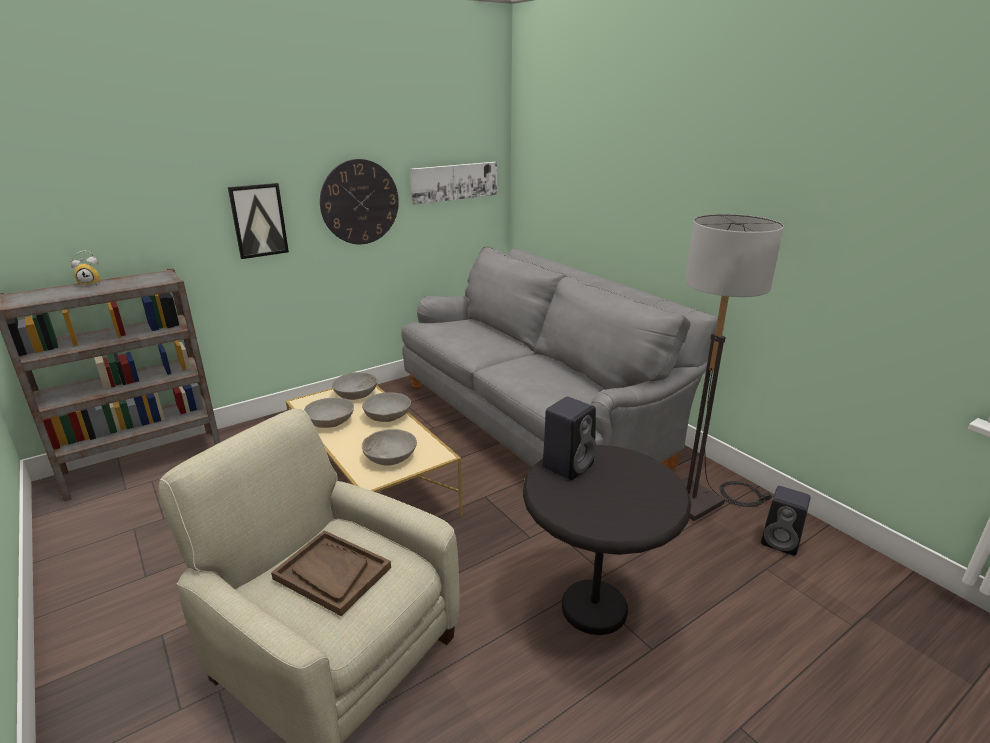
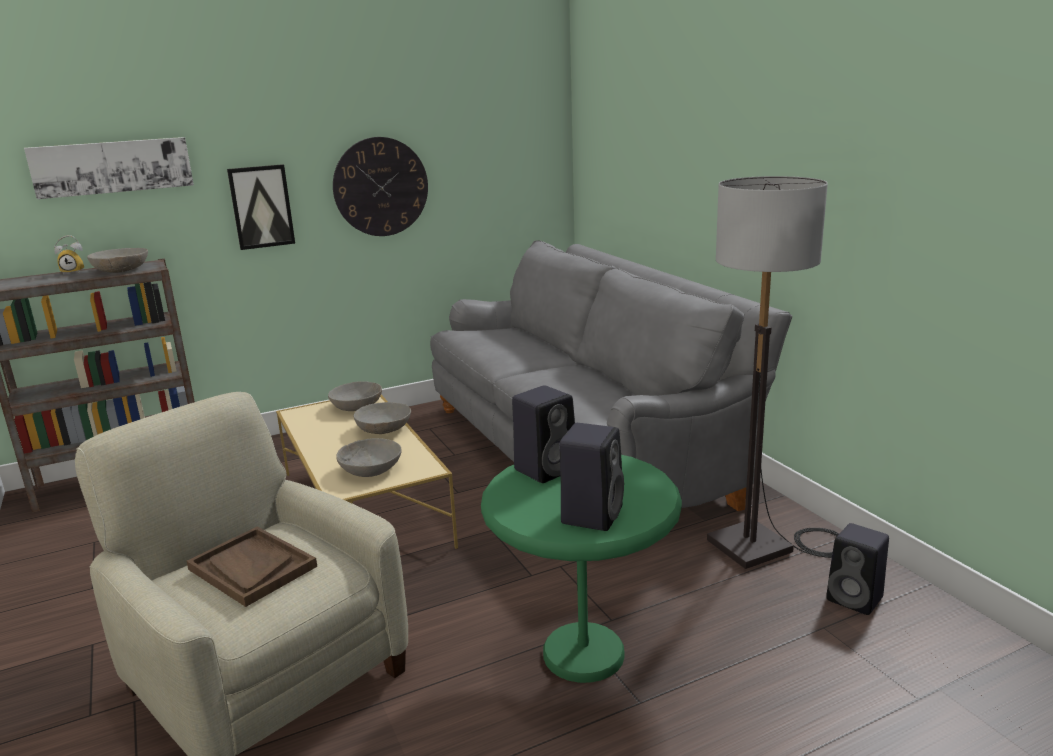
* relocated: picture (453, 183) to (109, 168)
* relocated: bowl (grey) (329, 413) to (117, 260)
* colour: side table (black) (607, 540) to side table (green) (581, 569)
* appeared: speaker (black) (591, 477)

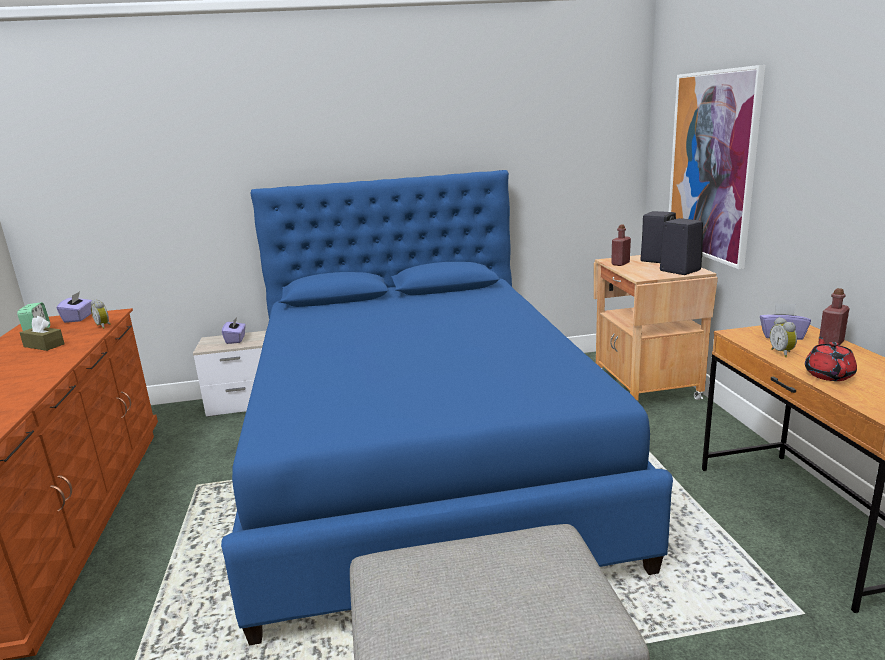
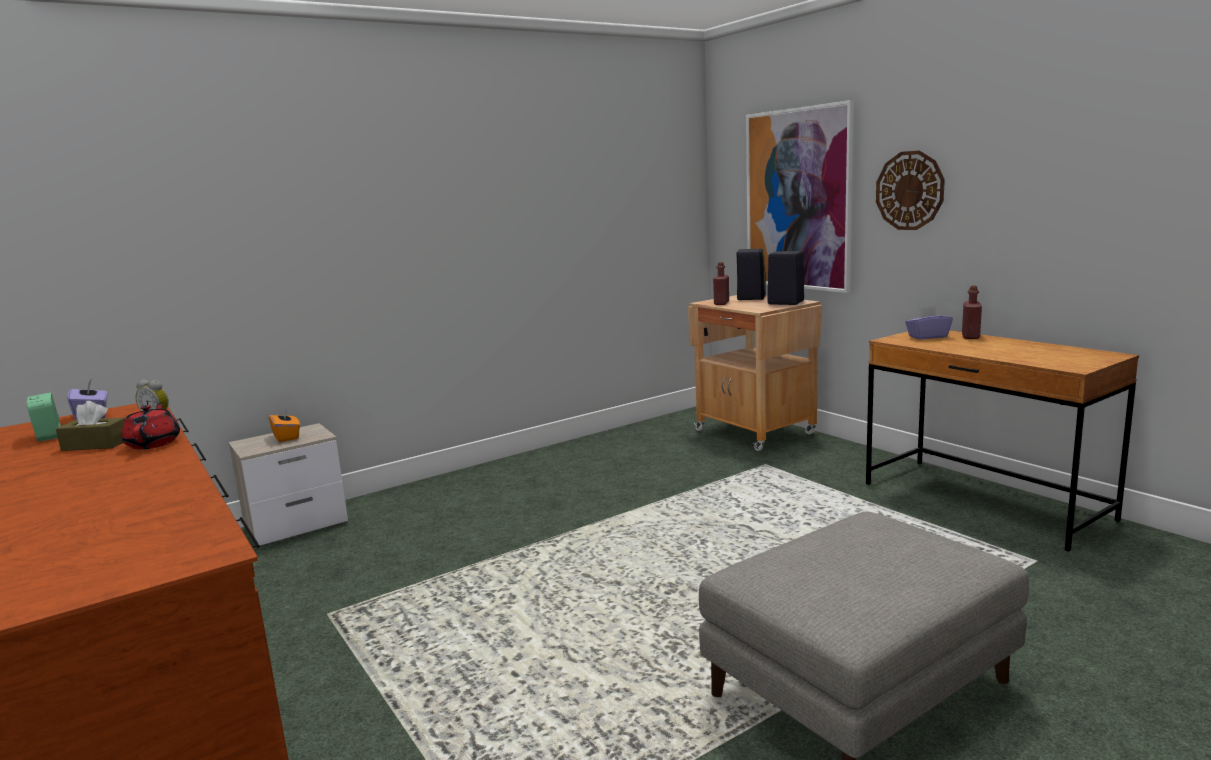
* relocated: teapot (red) (831, 359) to (150, 426)
* colour: tissue box (purple) (234, 330) to tissue box (orange) (284, 425)
* appeared: wall clock (910, 190)
* missing: bed (blue) (447, 407)
* missing: alarm clock (783, 337)

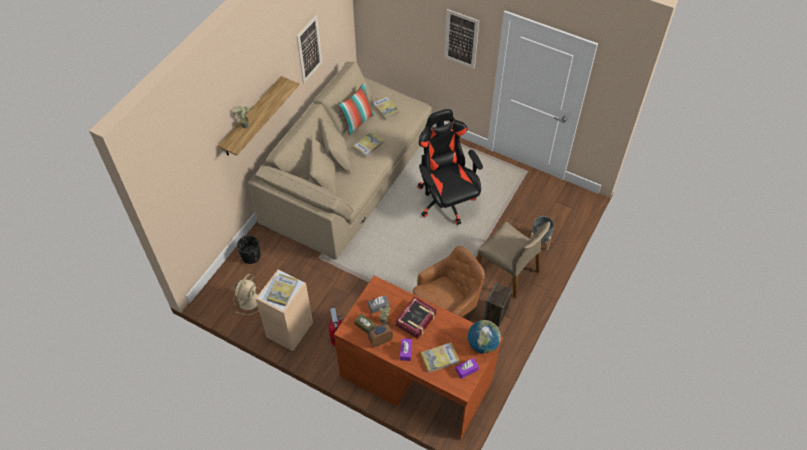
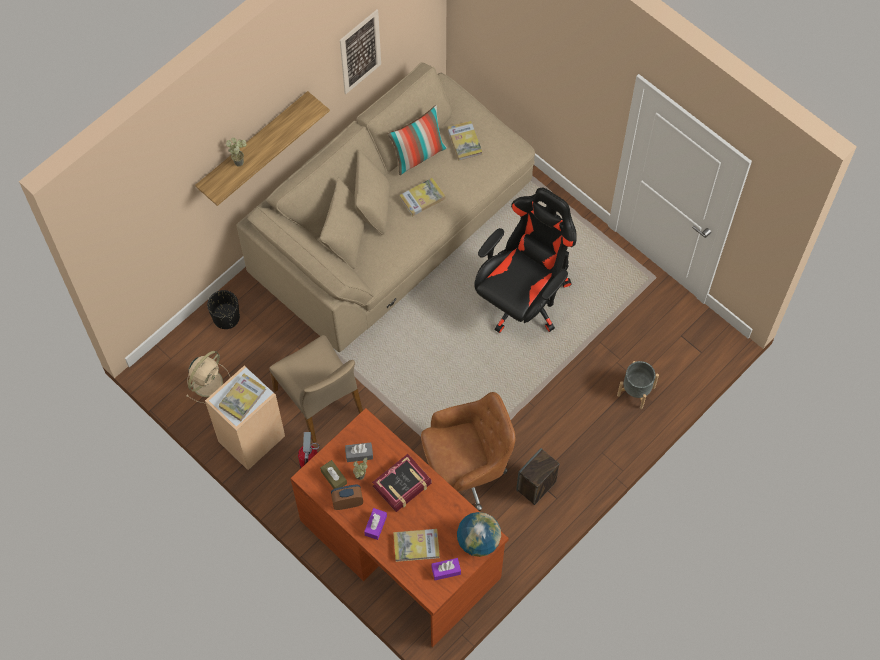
* relocated: chair (beige) (513, 259) to (316, 389)
* spun: office chair (black) (450, 167) = (525, 260) 45 degrees clockwise
* missing: picture (461, 39)

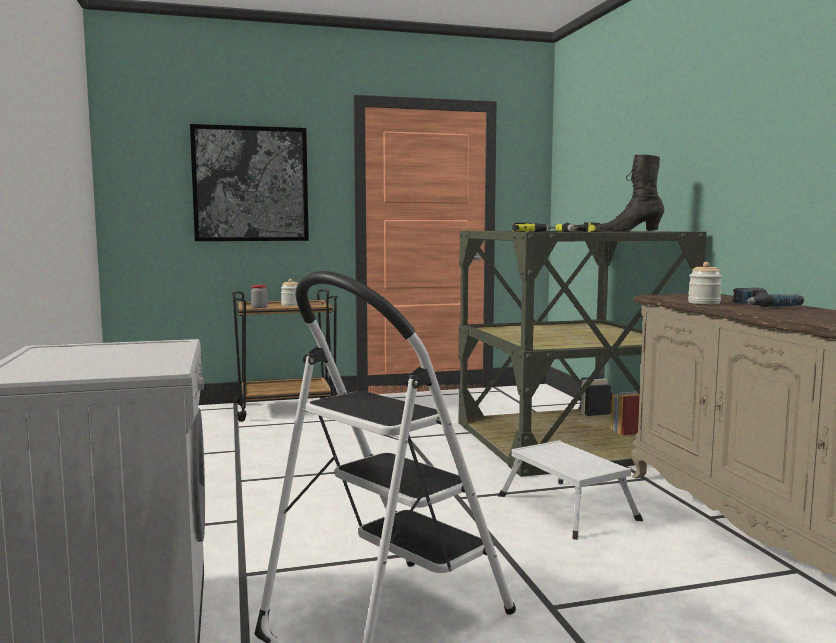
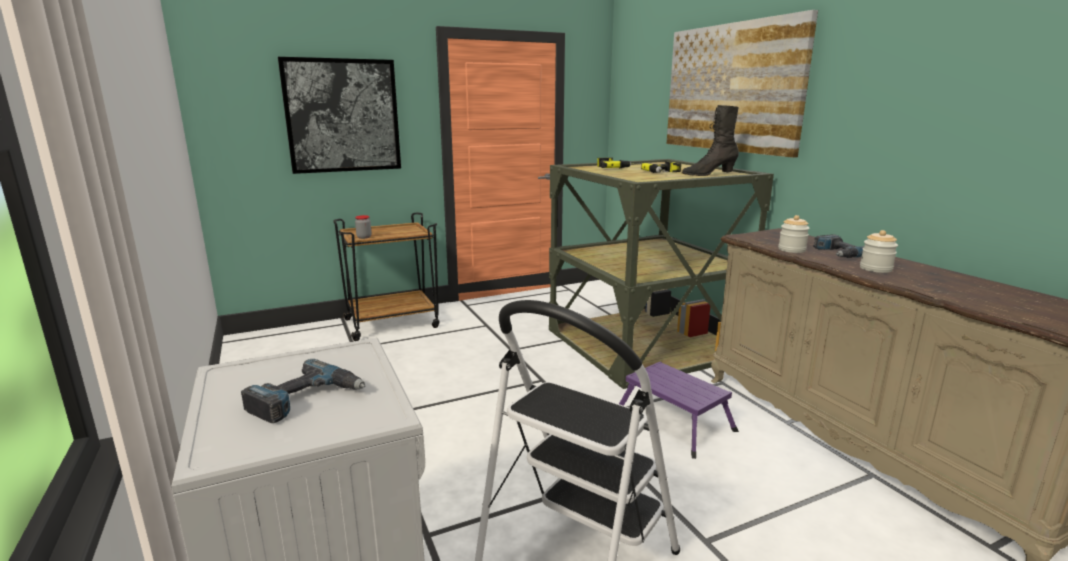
* appeared: power drill (303, 391)
* colour: step ladder (white) (570, 490) to step ladder (purple) (679, 410)
* appeared: picture (742, 84)
* relocated: jar (289, 292) to (879, 251)

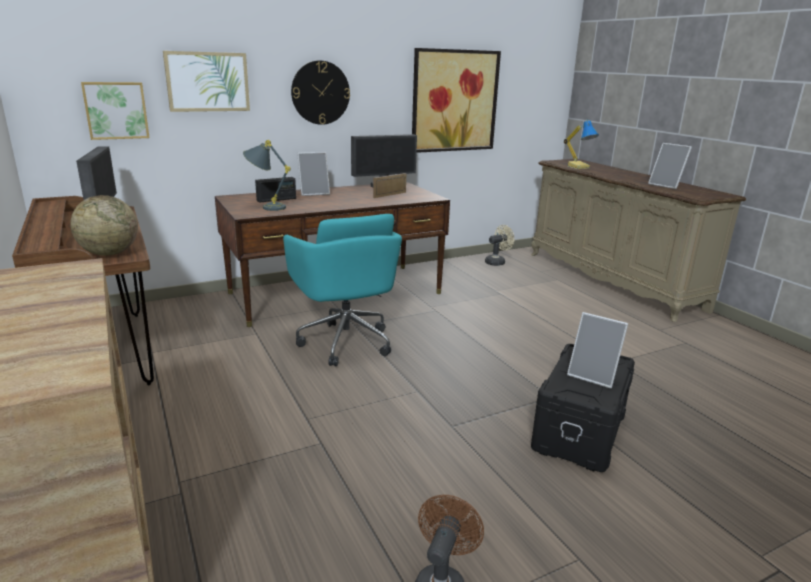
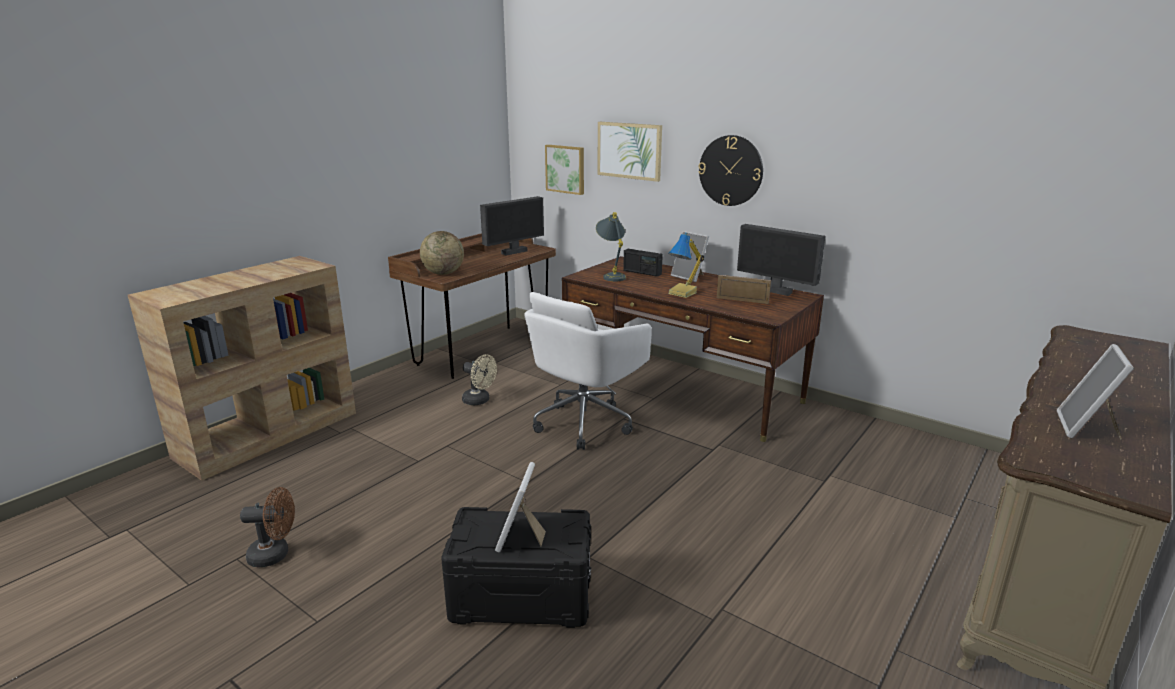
* relocated: fan (beige) (499, 245) to (479, 380)
* colour: office chair (turquoise) (342, 290) to office chair (white) (588, 371)
* relocated: table lamp (581, 144) to (686, 265)
* missing: picture (456, 100)

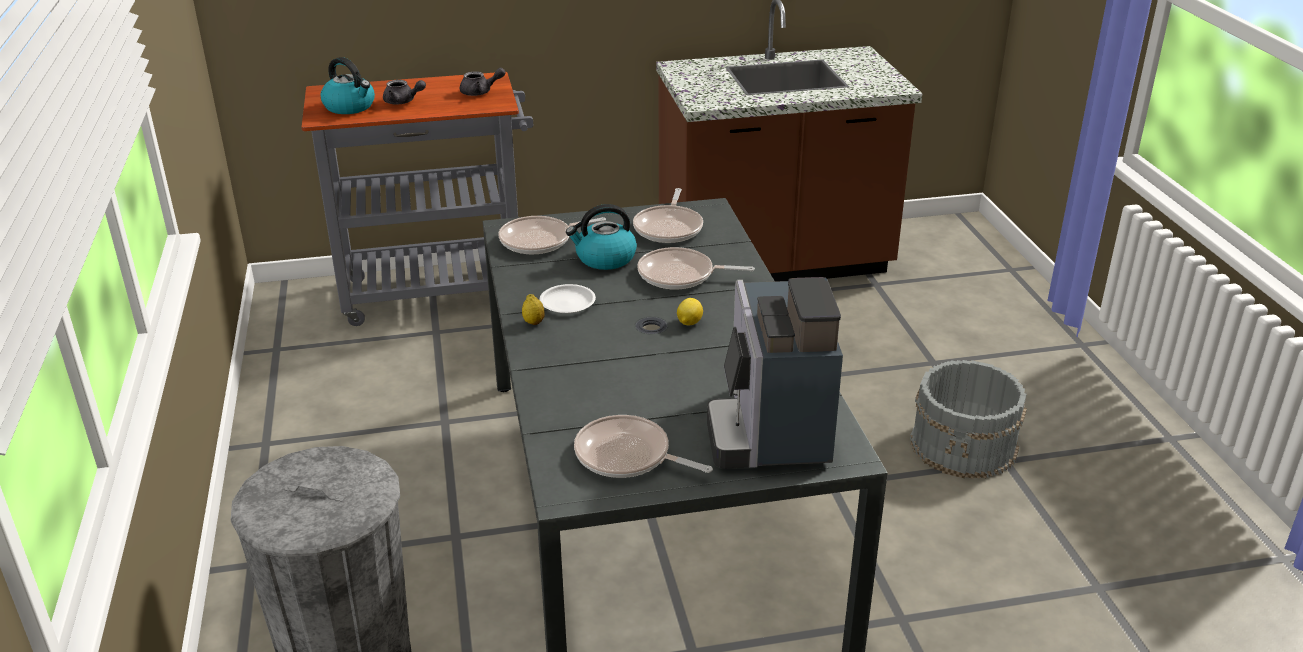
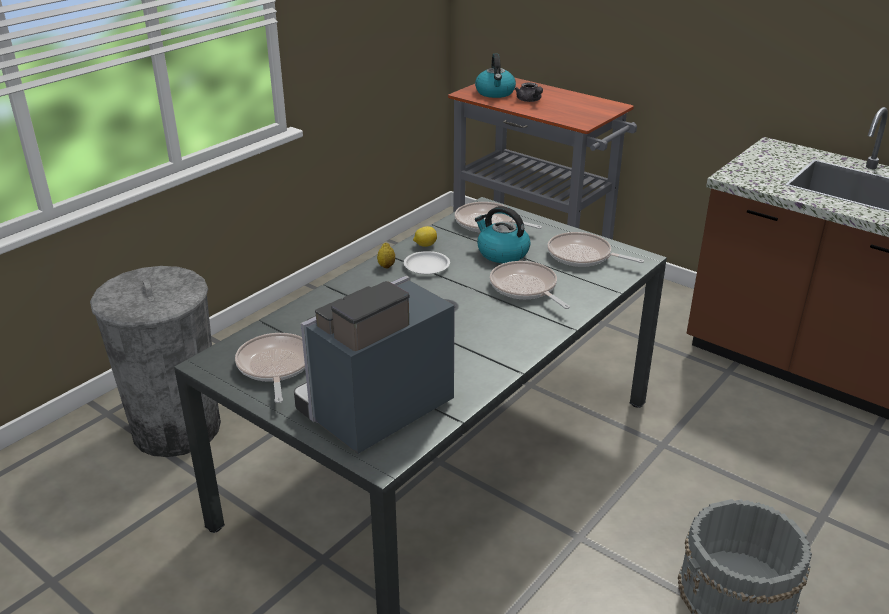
* relocated: lemon (690, 311) to (425, 236)
* spun: frying pan (668, 215) = (595, 249) 60 degrees clockwise
* missing: teapot (grey) (483, 82)

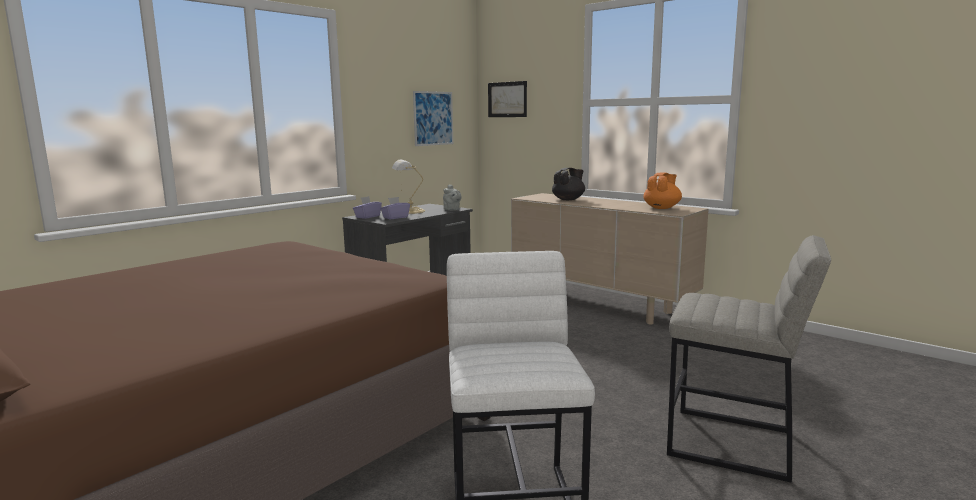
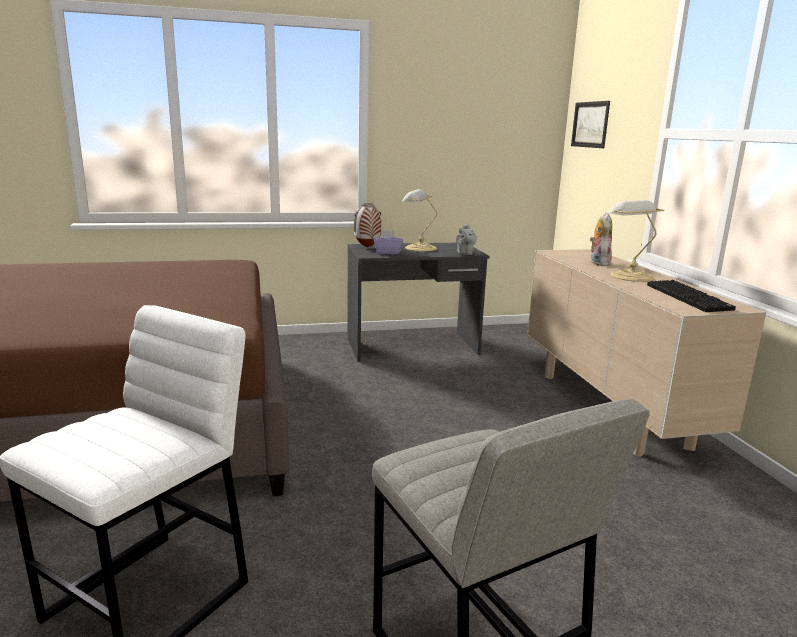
* exchanged: tissue box (purple) (367, 207) to vase (368, 225)
* exchanged: teapot (black) (568, 184) to plush toy (601, 239)
* appeared: table lamp (636, 241)
* exchanged: teapot (orange) (662, 191) to keyboard (691, 296)
* missing: picture (433, 118)

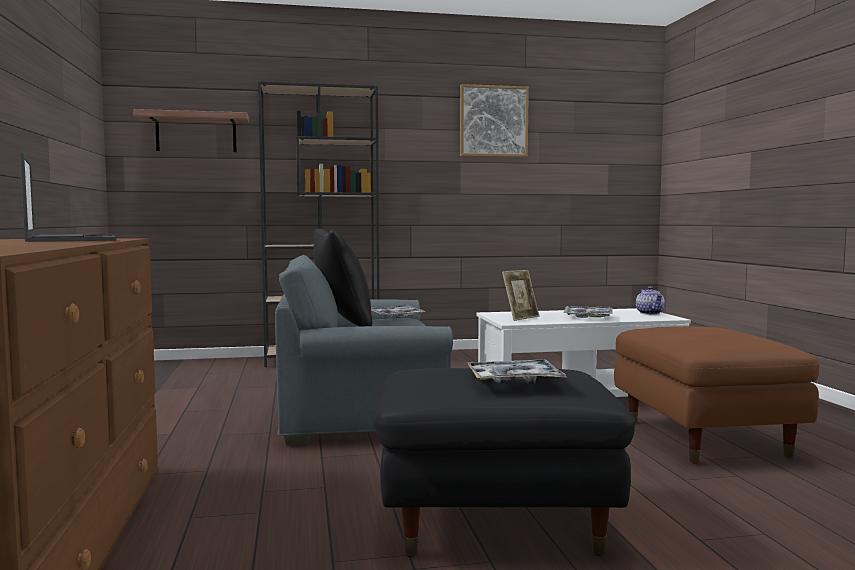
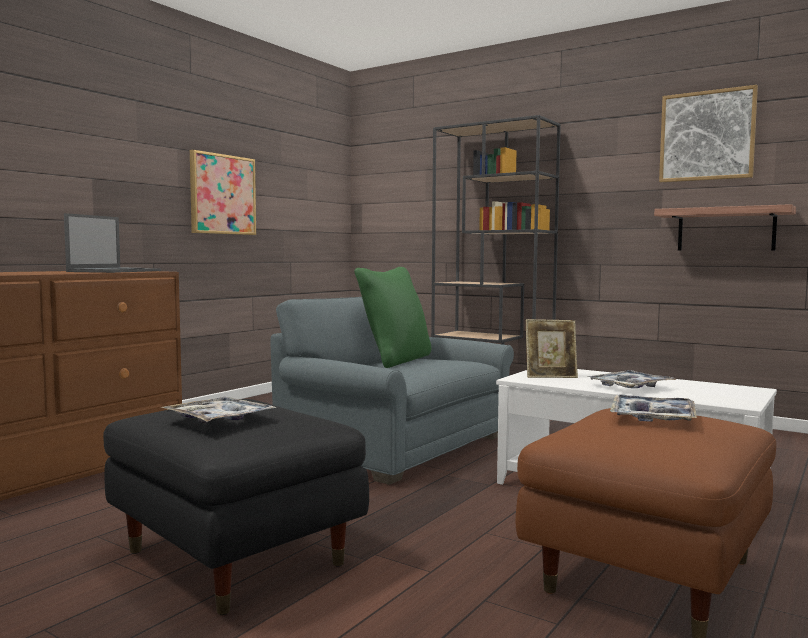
* appeared: picture (223, 192)
* colour: pillow (black) (343, 278) to pillow (green) (392, 317)
* relocated: tray (398, 311) to (653, 408)
* relocated: shelf (191, 130) to (725, 227)
* missing: teapot (650, 300)

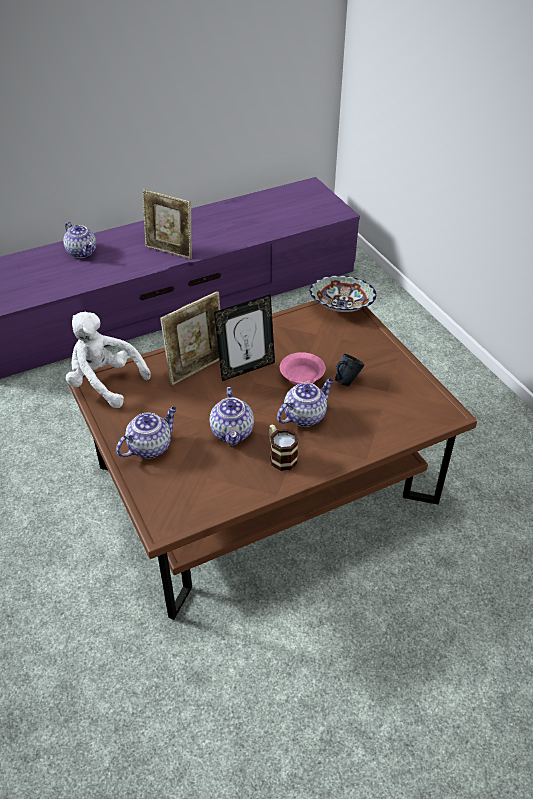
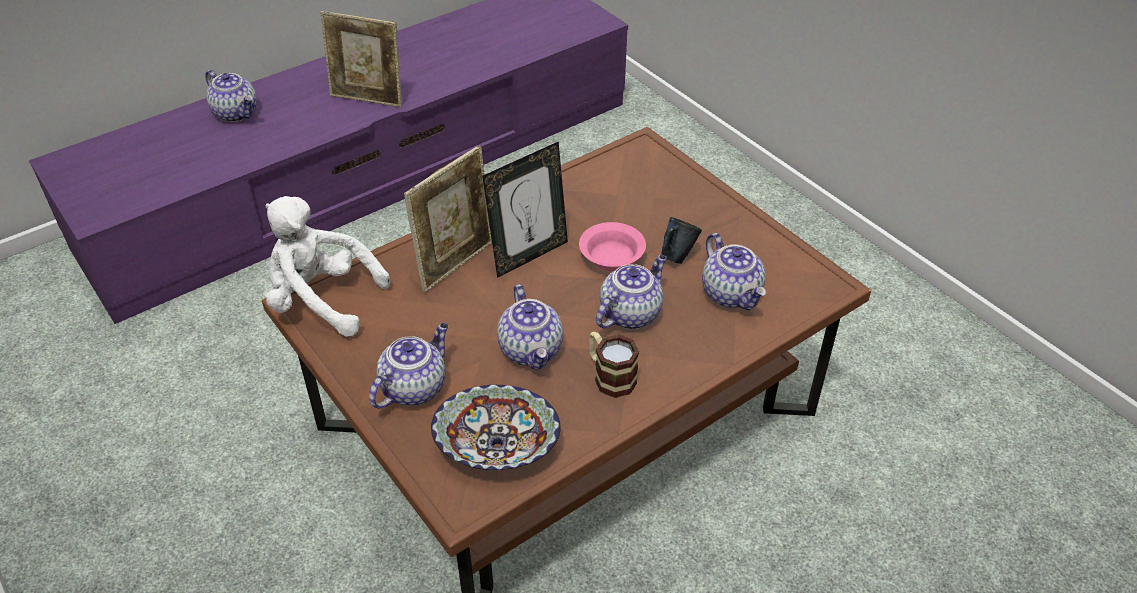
* relocated: bowl (343, 293) to (496, 427)
* appeared: teapot (734, 271)

